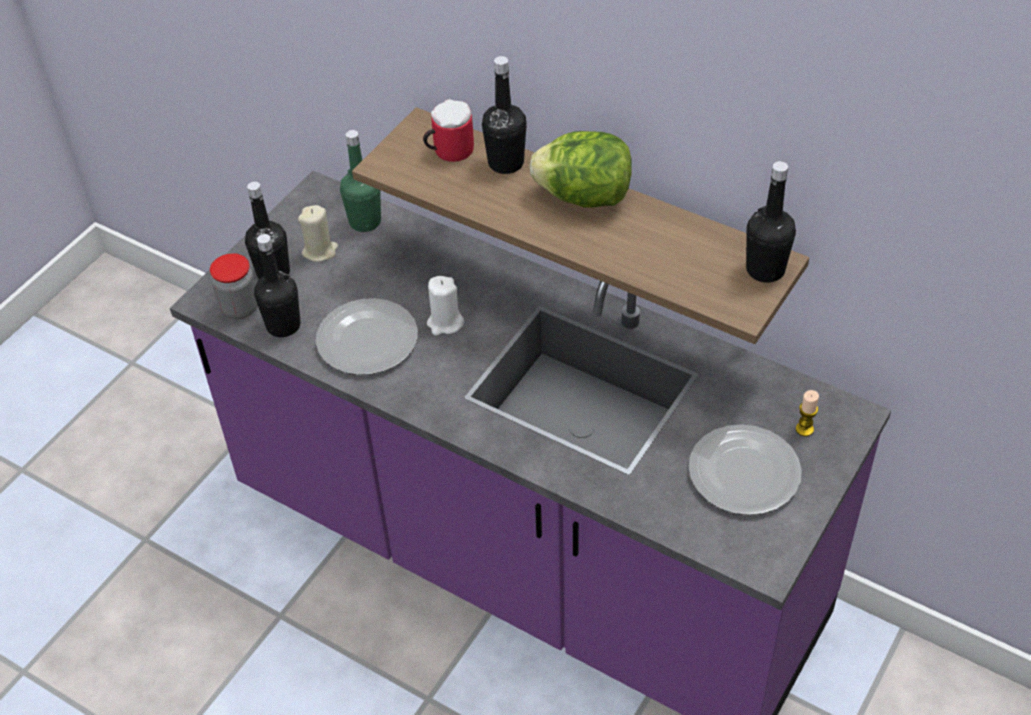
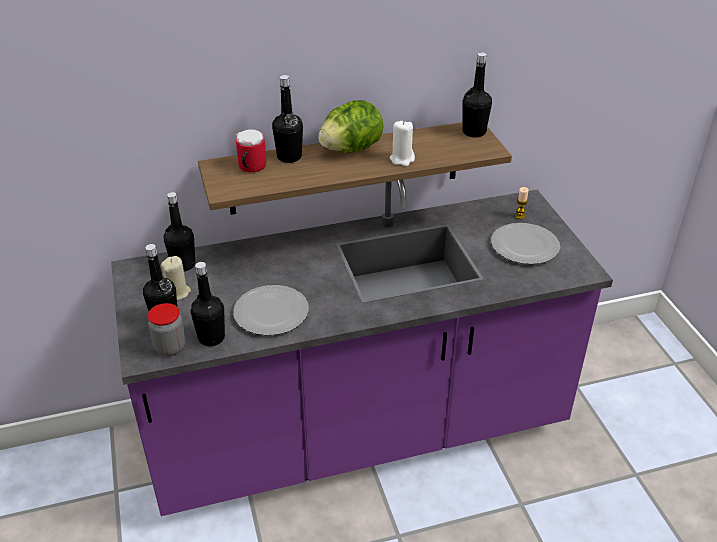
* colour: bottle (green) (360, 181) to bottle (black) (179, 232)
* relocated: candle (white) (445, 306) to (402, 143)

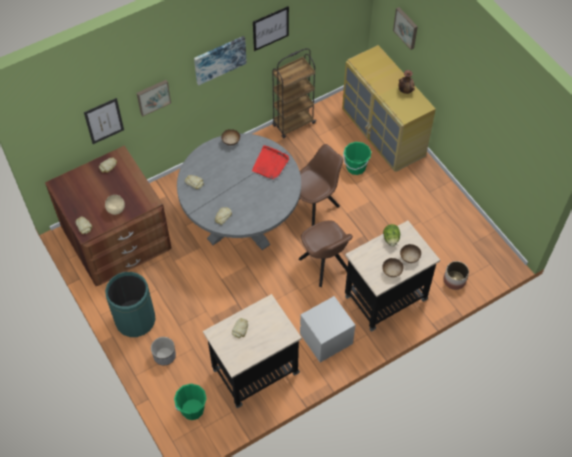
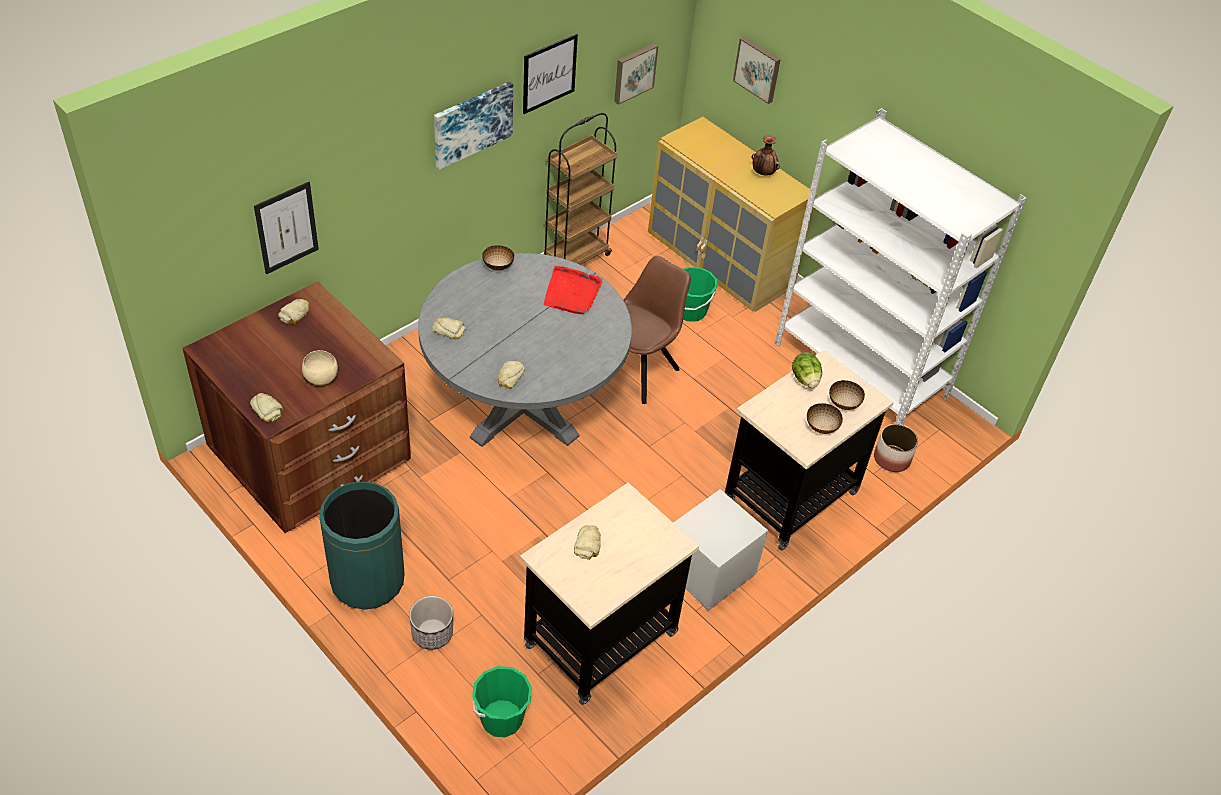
* relocated: picture (154, 98) to (636, 74)
* appeared: bookcase (white) (900, 266)
* missing: chair (brown) (326, 253)

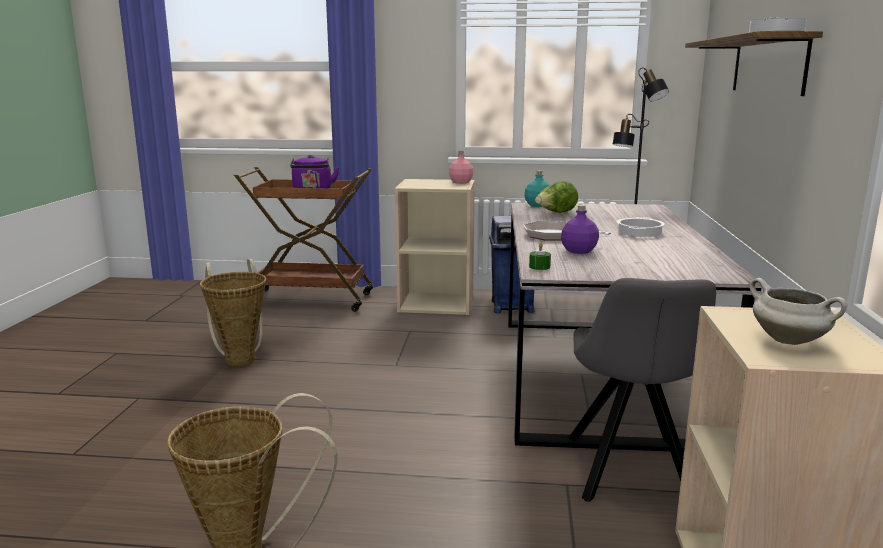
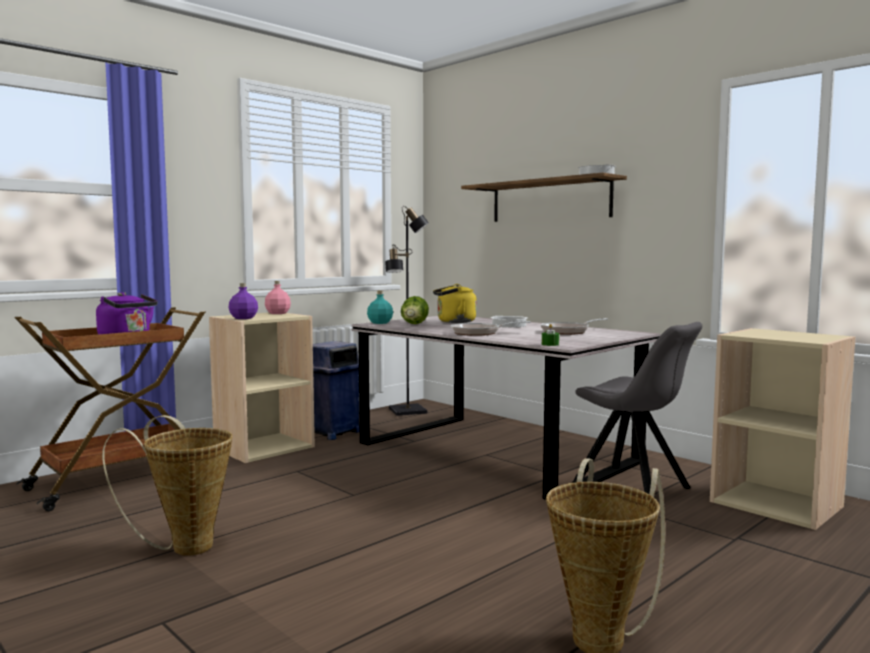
* relocated: bottle (purple) (580, 229) to (243, 301)
* appeared: kettle (yellow) (455, 303)
* appeared: frying pan (574, 326)
* missing: cooking pot (white) (798, 311)

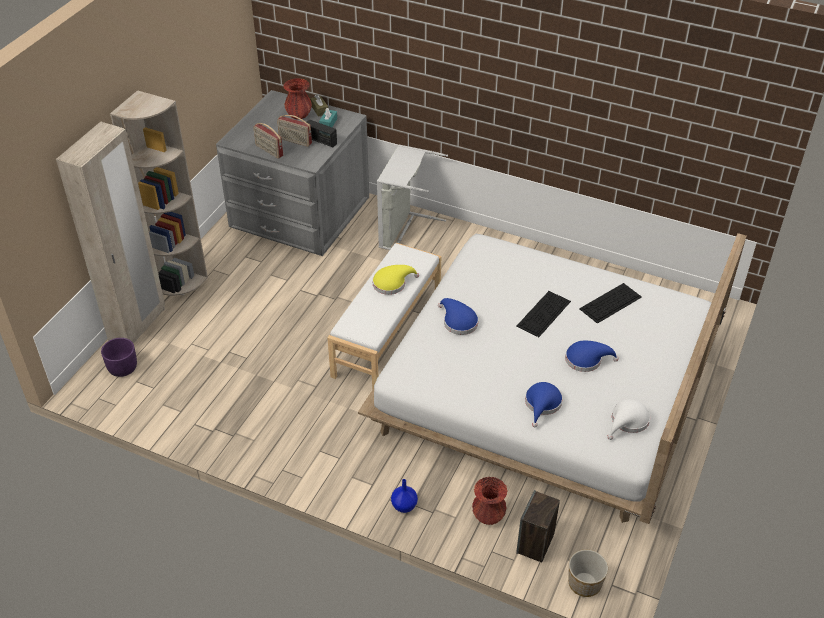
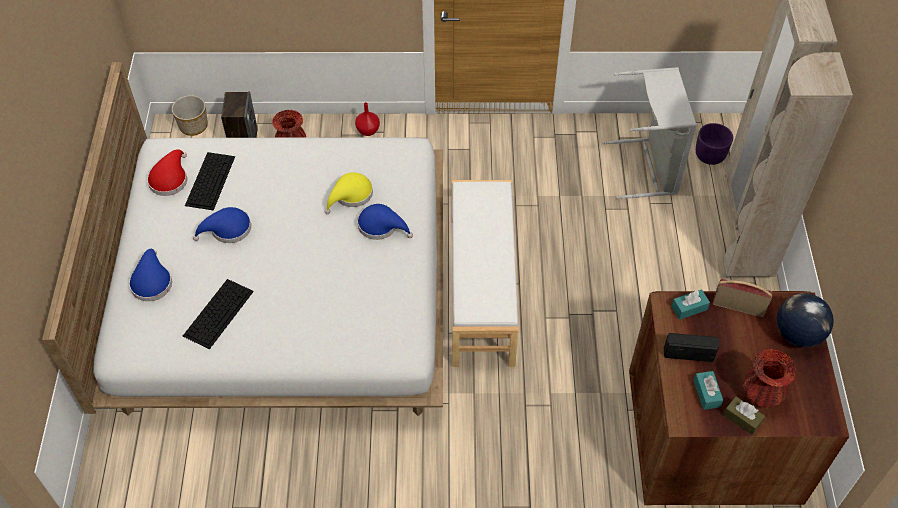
* relocated: hat (blue) (544, 404) to (150, 275)
* colour: hat (white) (628, 419) to hat (red) (167, 172)
* relocated: keyboard (543, 314) to (210, 181)
* relocated: hat (yellow) (395, 280) to (348, 193)
* colour: vase (blue) (404, 496) to vase (red) (367, 119)
* relocated: laundry basket (grey) (412, 197) to (650, 133)
* colour: dresser (grey) (292, 173) to dresser (brown) (739, 398)
* appeared: tissue box (turquoise) (690, 304)
* appeared: globe (805, 320)
* missing: radio (294, 131)

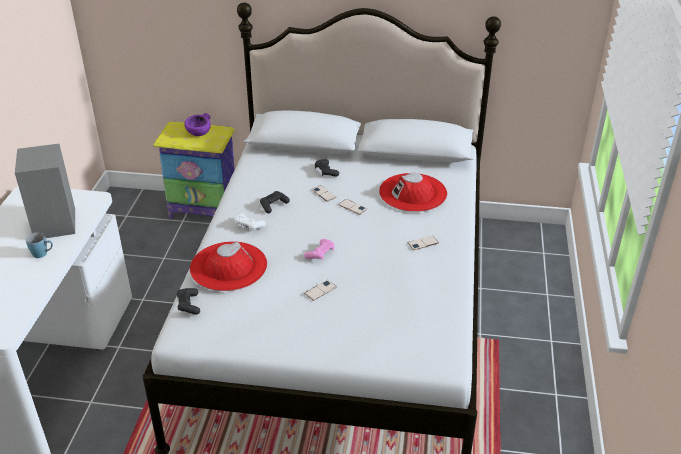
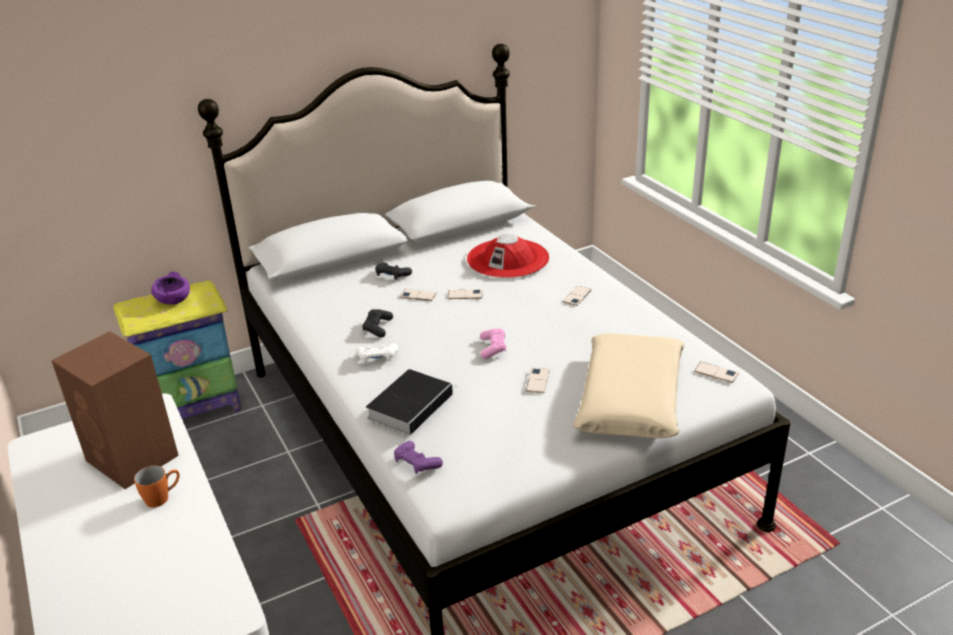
* colour: speaker (grey) (45, 191) to speaker (brown) (115, 410)
* colour: mug (blue) (39, 245) to mug (orange) (157, 487)
* exchanged: hat (red) (228, 266) to book (411, 402)
* colour: game controller (black) (188, 301) to game controller (purple) (418, 457)
* appeared: pillow (beige) (628, 385)
* appeared: phone (716, 372)

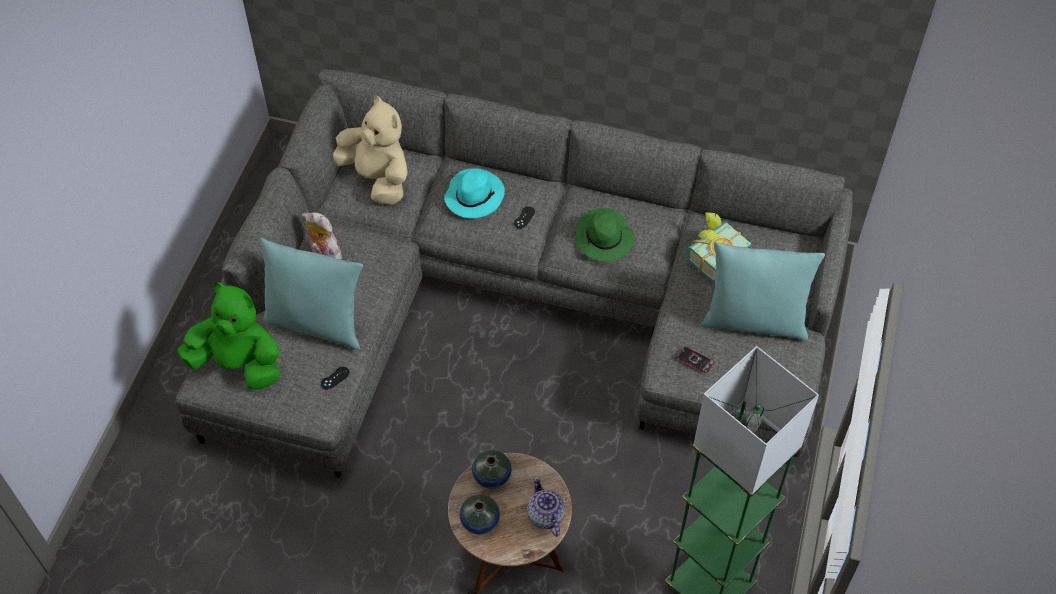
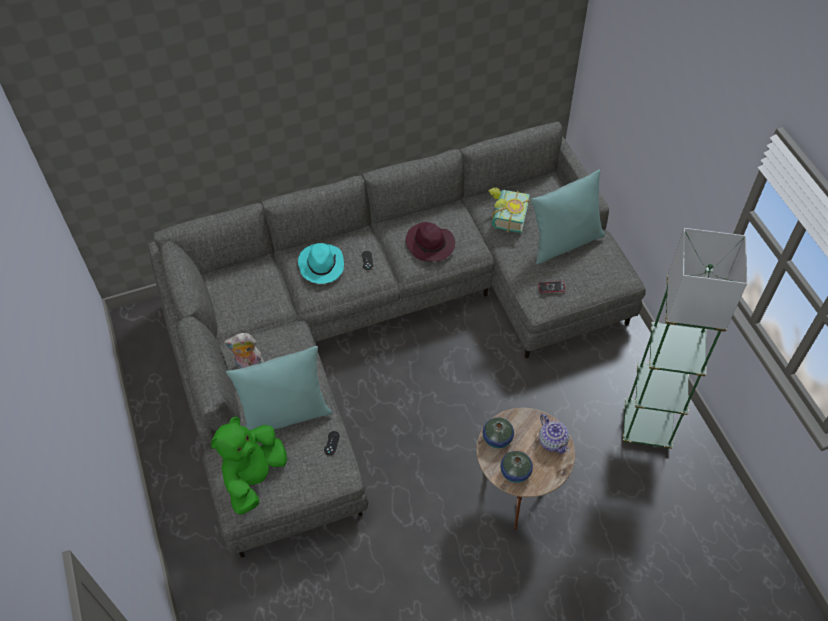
* spun: plush toy (green) (228, 335) = (249, 466) 45 degrees counterclockwise
* colour: hat (green) (605, 235) to hat (purple) (430, 242)
* spun: teapot (546, 506) = (554, 434) 150 degrees counterclockwise
* missing: plush toy (beige) (370, 150)

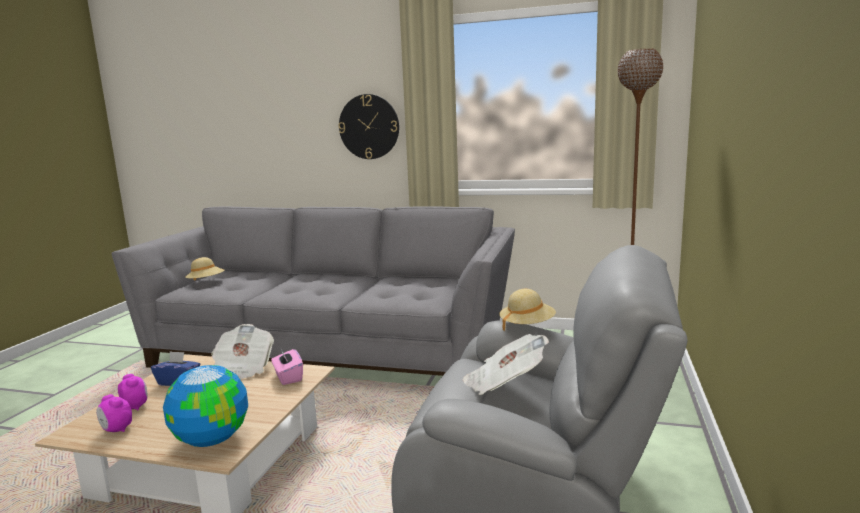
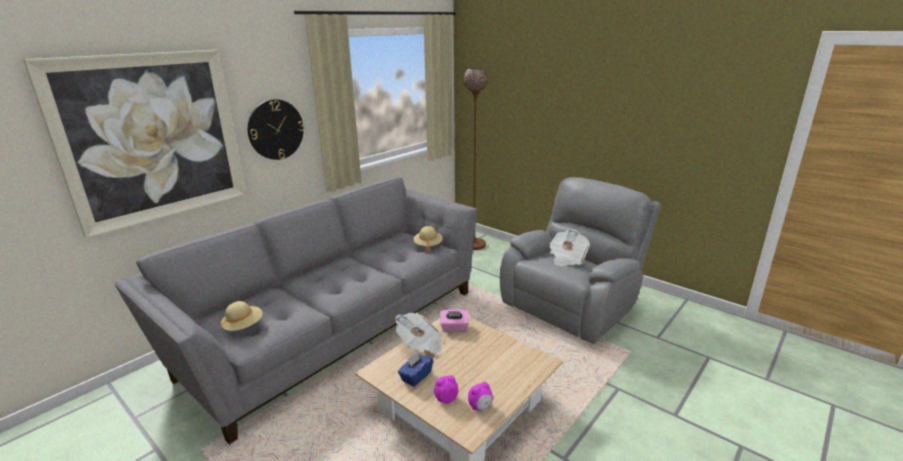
* appeared: picture (135, 144)
* relocated: hat (beige) (527, 310) to (427, 239)
* missing: globe (205, 406)

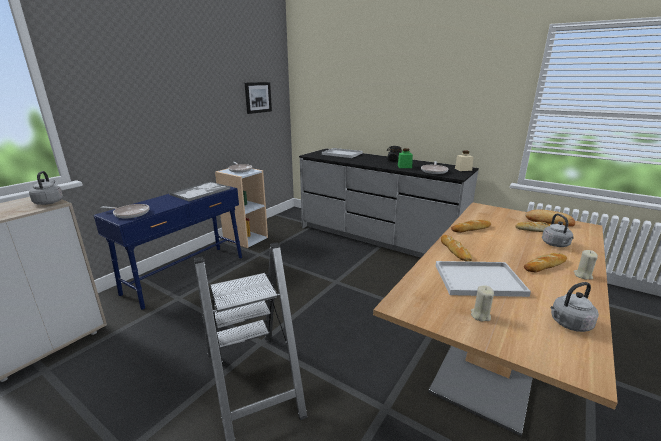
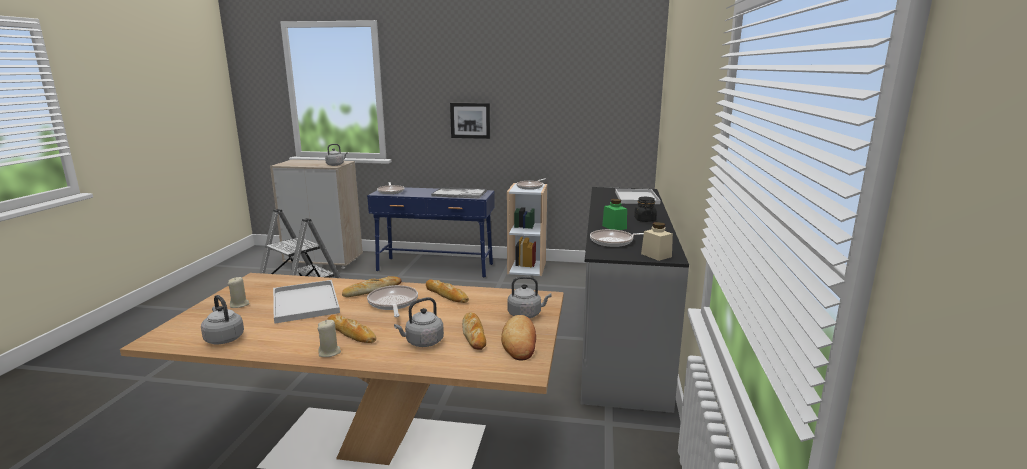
* appeared: frying pan (392, 301)
* relocated: picture (258, 98) to (470, 121)
* appeared: kettle (grey) (529, 297)

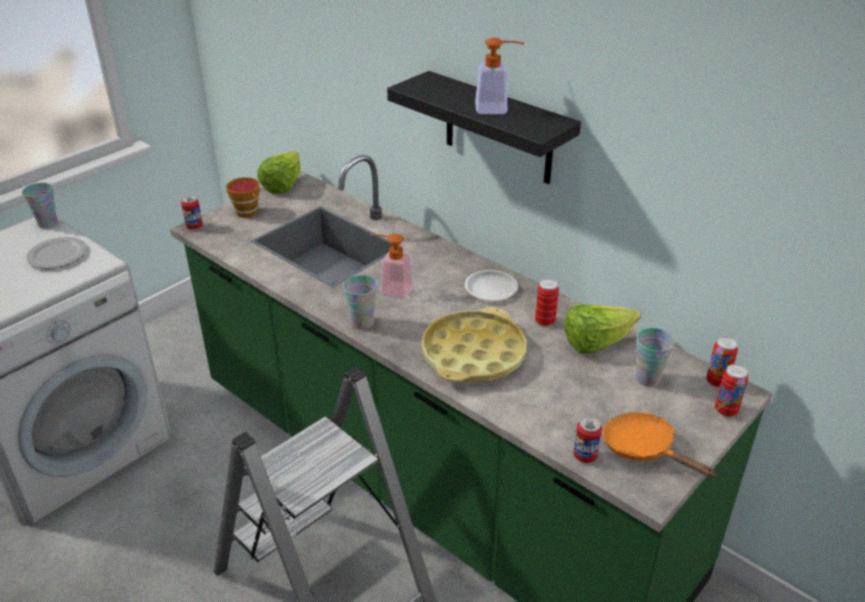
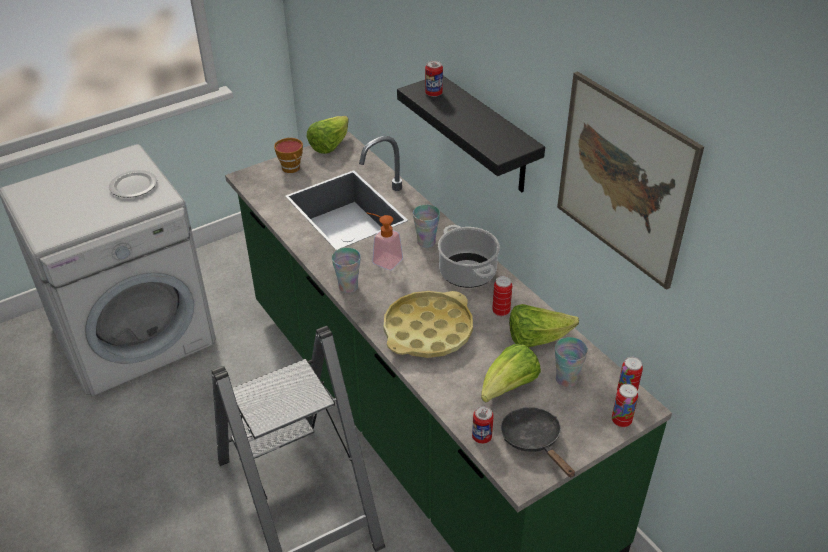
* relocated: cup (40, 205) to (426, 226)
* relocated: can (192, 212) to (434, 79)
* exchanged: plate (white) (491, 285) to cooking pot (469, 256)
* appeared: lettuce (511, 373)
* colour: frying pan (orange) (660, 445) to frying pan (black) (538, 442)
* appeared: picture (630, 180)
* missing: soap dispenser (500, 76)

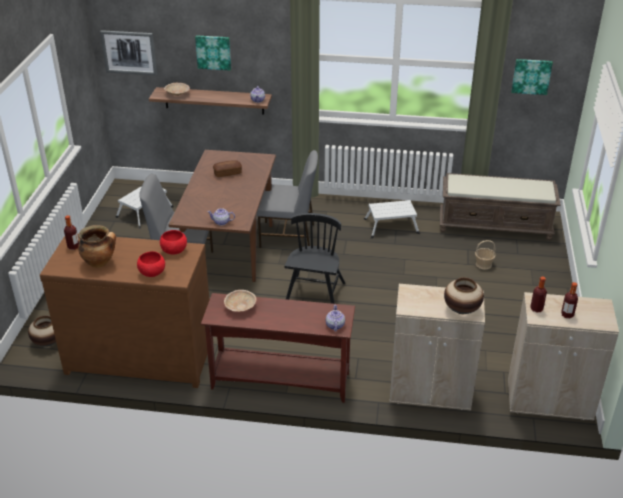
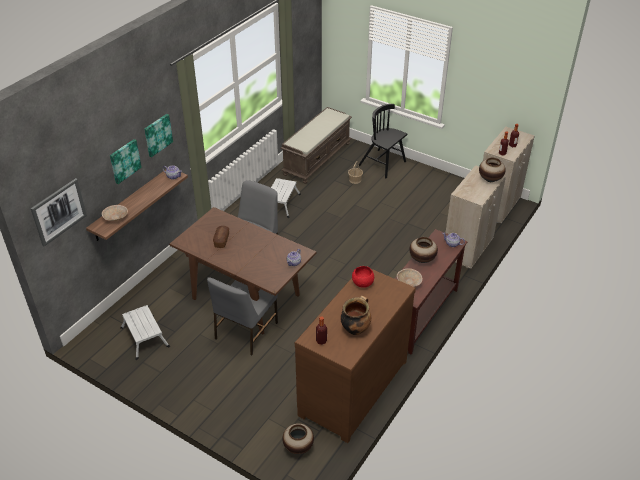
* relocated: picture (532, 77) to (158, 135)
* relocated: chair (black) (315, 258) to (383, 141)
* appeared: vase (423, 250)
* missing: bowl (red) (151, 264)

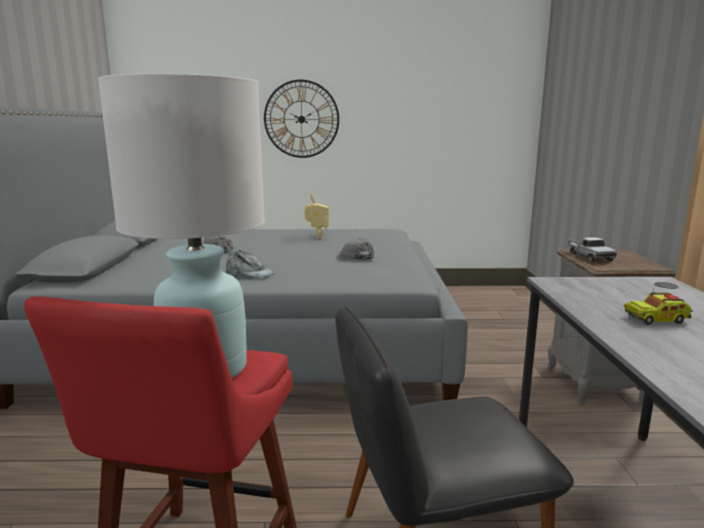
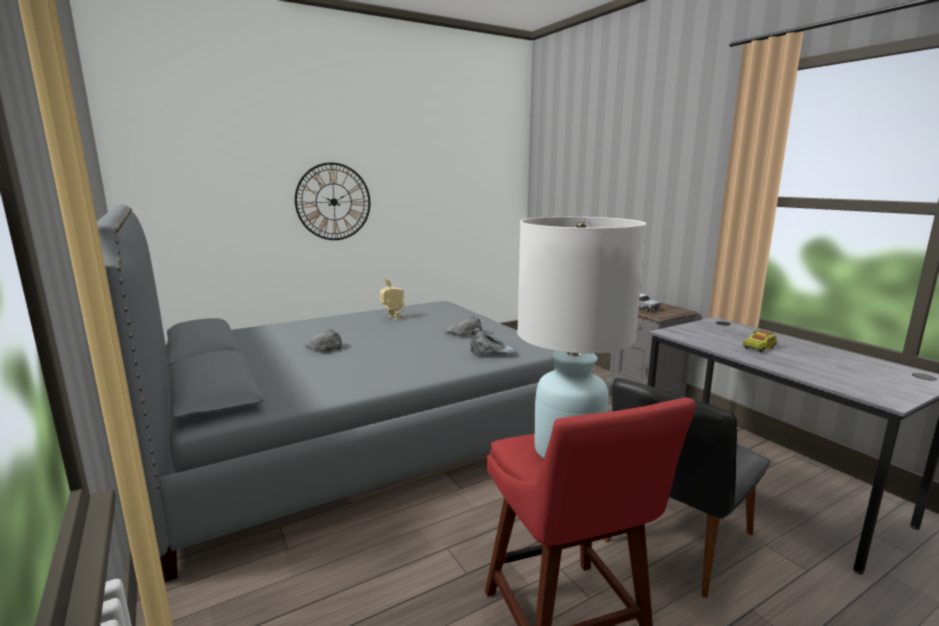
* relocated: cap (grey) (250, 264) to (493, 342)

